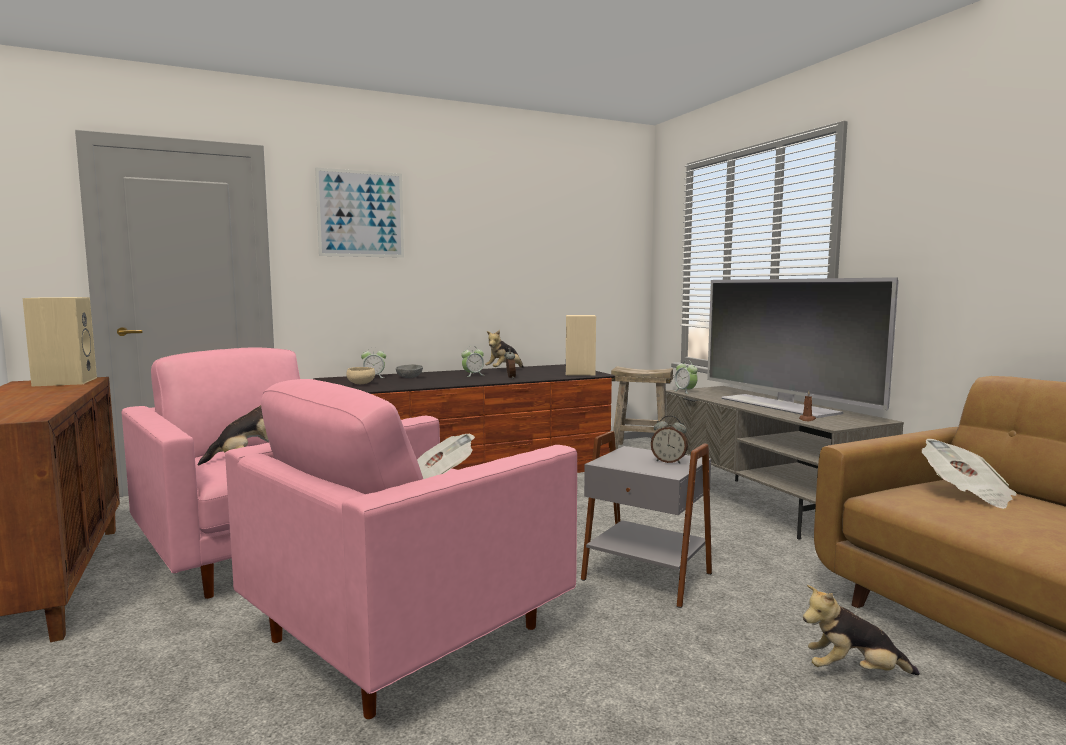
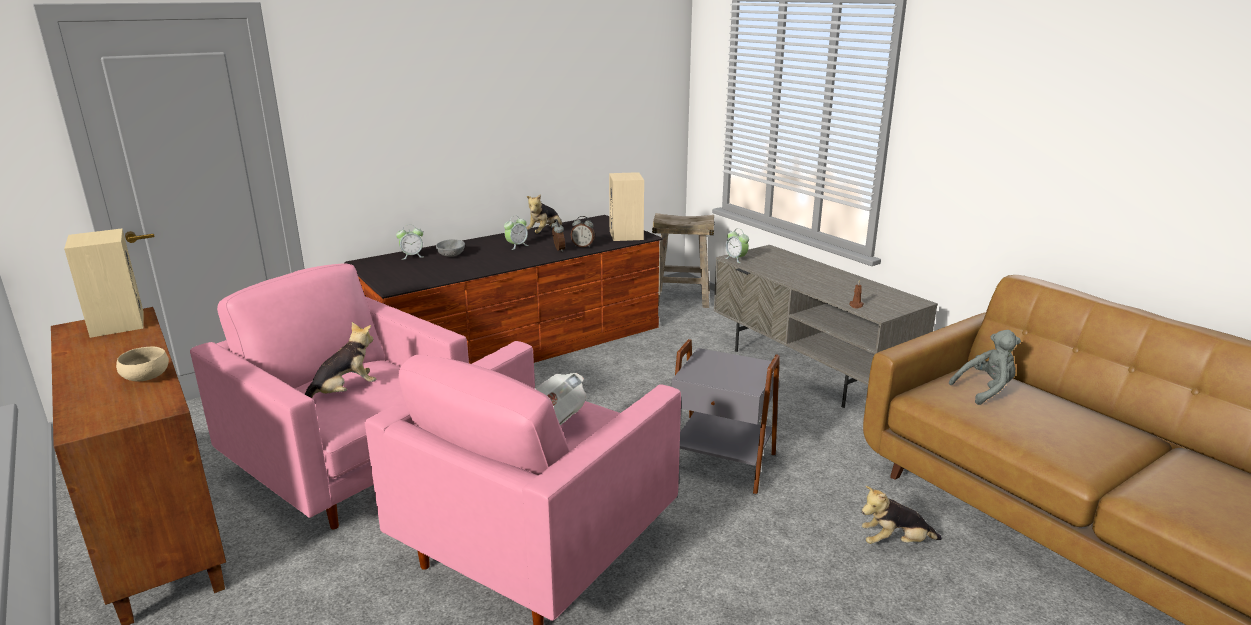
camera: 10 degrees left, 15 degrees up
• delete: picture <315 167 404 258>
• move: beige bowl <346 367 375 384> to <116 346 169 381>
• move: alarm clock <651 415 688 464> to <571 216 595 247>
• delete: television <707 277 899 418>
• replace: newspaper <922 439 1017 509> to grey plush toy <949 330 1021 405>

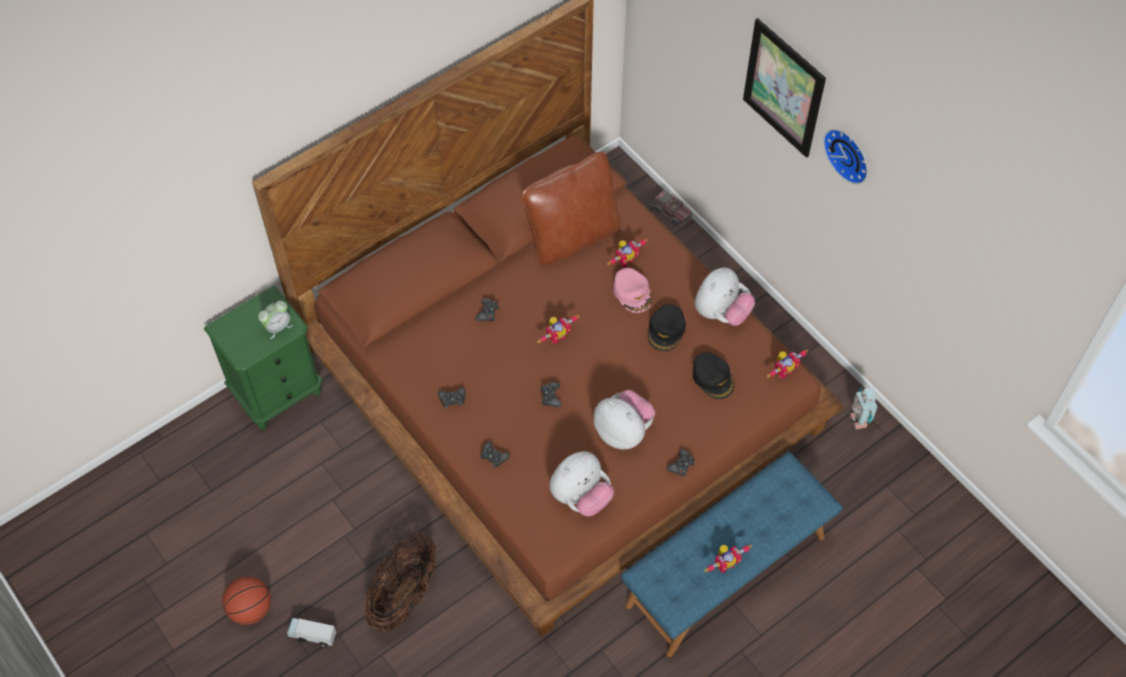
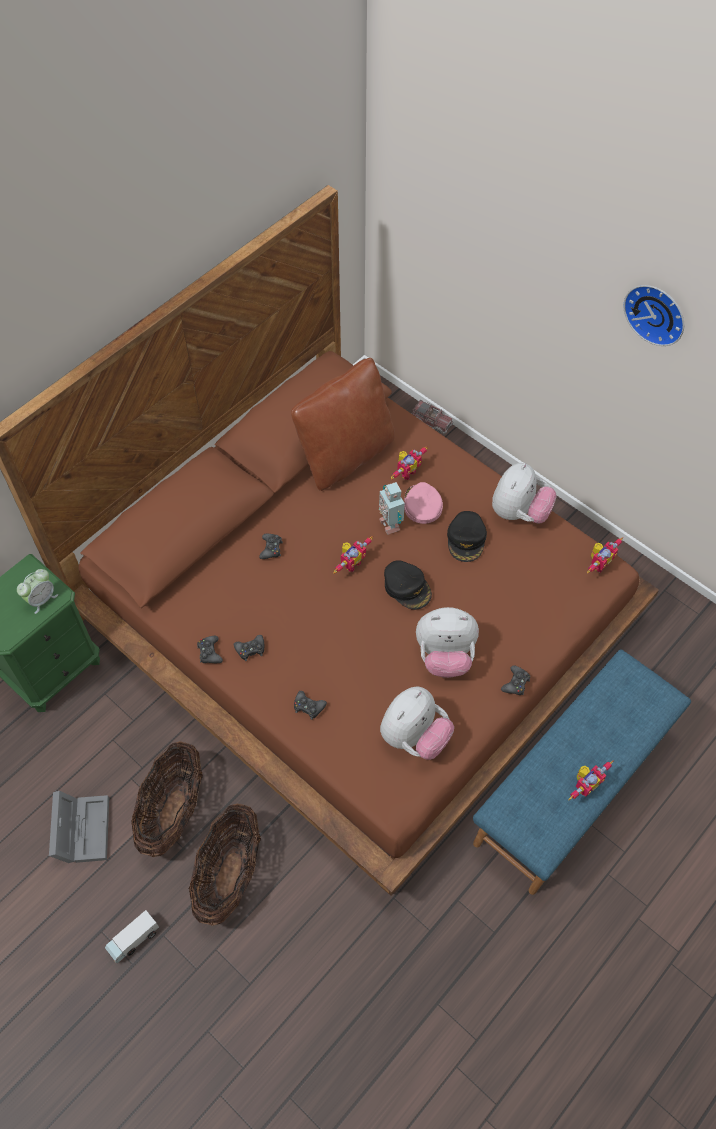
camera: 10 degrees left, 0 degrees up
• delete: basketball <222 576 271 625>
• rotate: toy truck <287 618 336 647> = <105 910 159 964> 45 degrees counterclockwise
• move: black game controller <541 382 562 407> to <197 636 223 663>
• rotate: plush toy <594 390 655 450> = <416 607 479 678> 150 degrees clockwise
• rotate: pink cap <613 268 652 313> = <404 482 443 524> 150 degrees counterclockwise
• move: black cap <693 352 734 399> to <384 560 432 610>
• delete: picture <743 18 826 158>
• move: toy robot <850 387 877 430> to <379 482 405 535>
• insert: grey storage box <49 791 109 863>
• insert: basket <131 741 203 857>

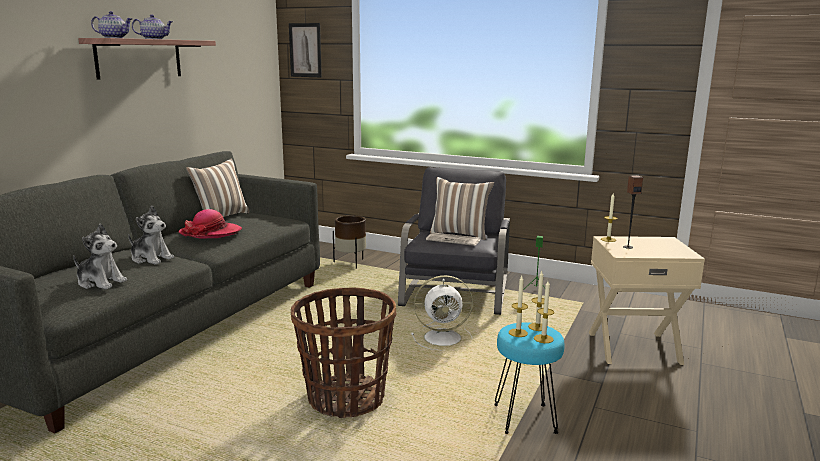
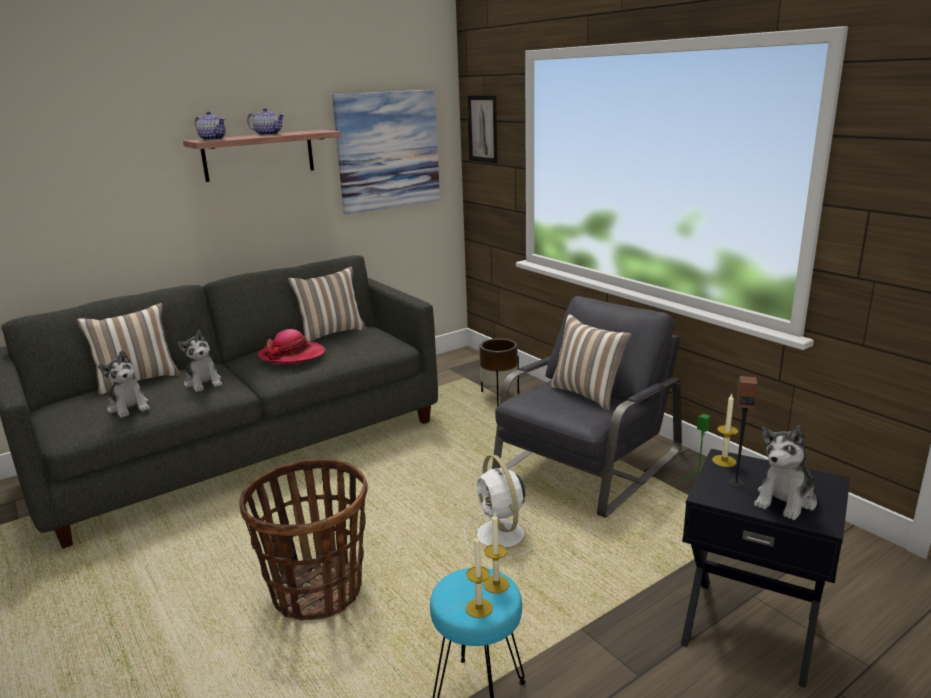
camera: 30 degrees right, 5 degrees up
• rotate: white fan <411 275 473 350> = <464 455 535 557> 45 degrees clockwise
• delete: newspaper <426 233 481 246>
• delete: candle <509 276 528 337>
• recolor: beige side table <589 236 705 365> to black side table <681 449 850 688>
• insert: pillow <77 303 180 395>
• insert: picture <332 89 440 215>
• insert: plush toy <754 426 817 520>

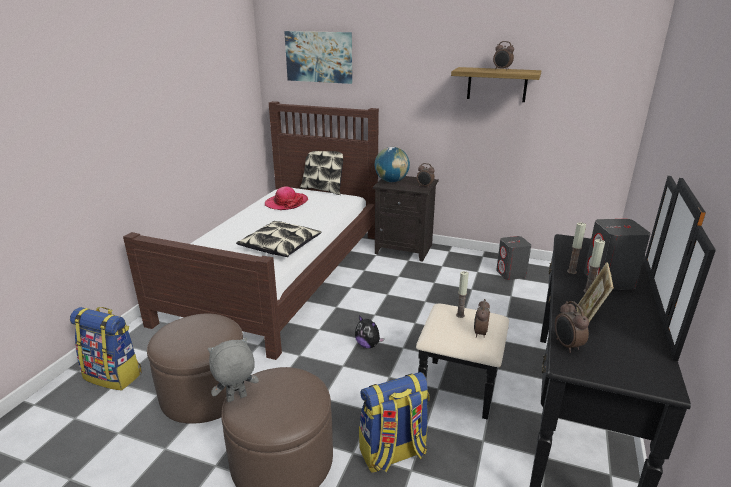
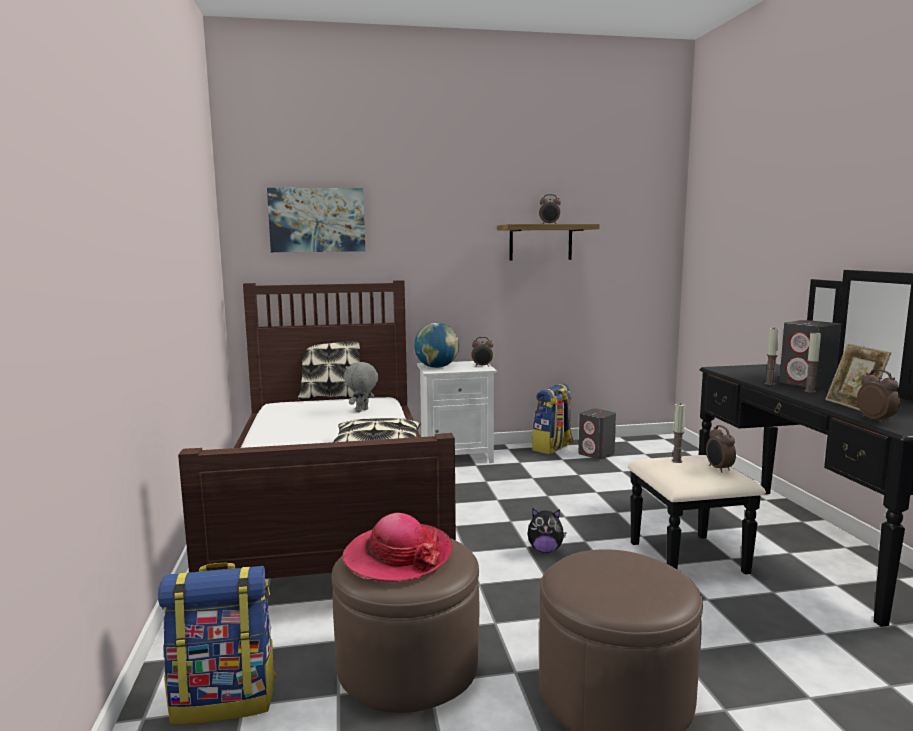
camera: 30 degrees left, 15 degrees down
• move: grey plush toy <208 337 259 402> to <344 362 378 412>
• move: hat <265 186 308 210> to <342 513 453 582>
• move: backpack <359 372 430 473> to <532 383 573 454>
• recolor: black nightstand <373 176 439 262> to white nightstand <417 361 497 463>
• rotate: alarm clock <555 301 589 353> = <857 369 900 423> 150 degrees counterclockwise

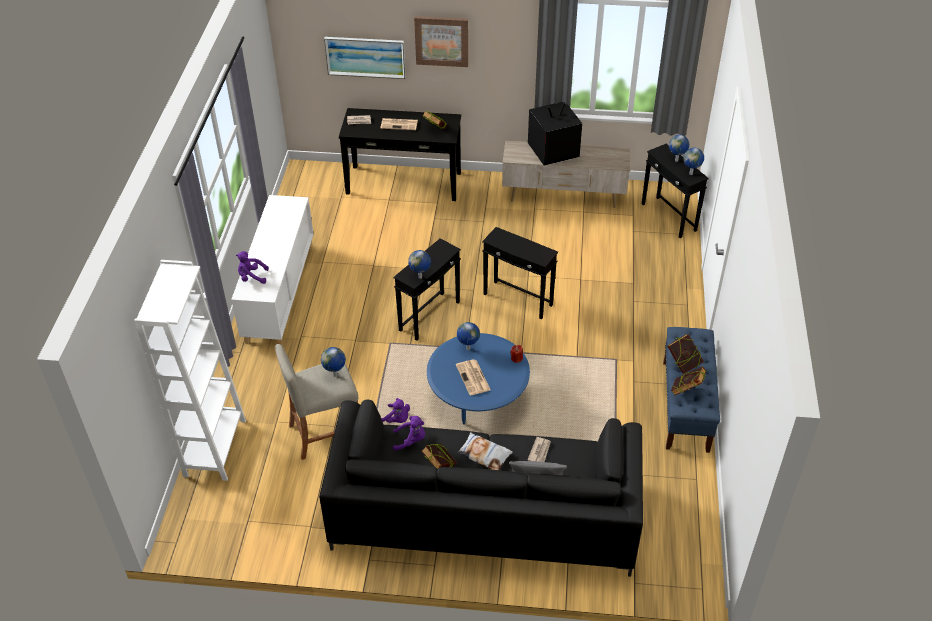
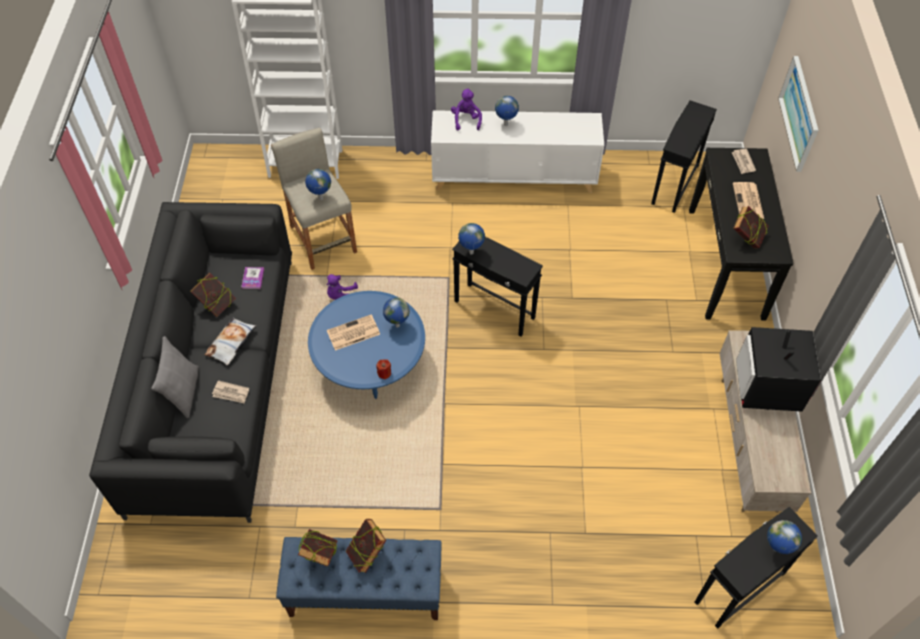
camera: 85 degrees right, 10 degrees up
• replace: purple plush toy <393 416 425 451> to book <241 267 264 289>
• delete: picture <414 16 468 67>
• move: black side table <482 227 558 319> to <651 100 717 213>
• rotate: television <528 102 582 166> = <736 327 821 412> 150 degrees counterclockwise
• move: globe <683 148 704 175> to <495 96 519 126>

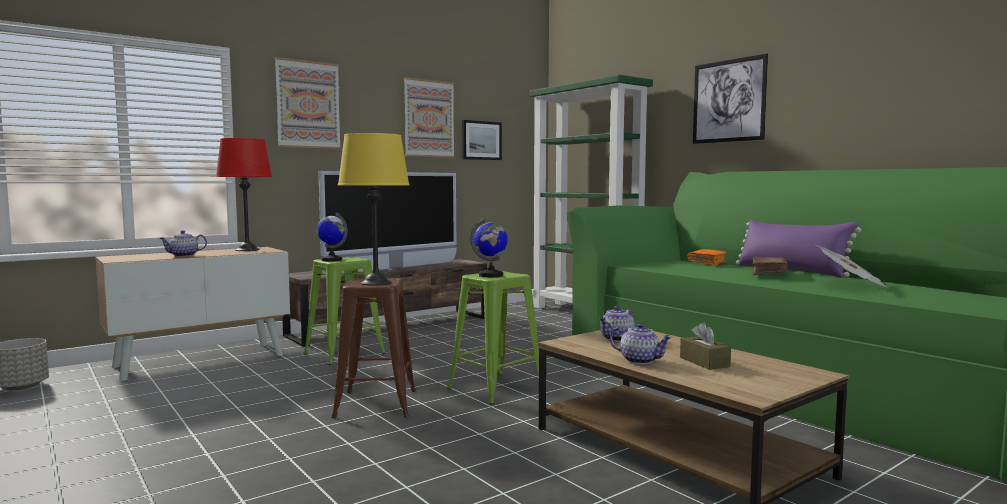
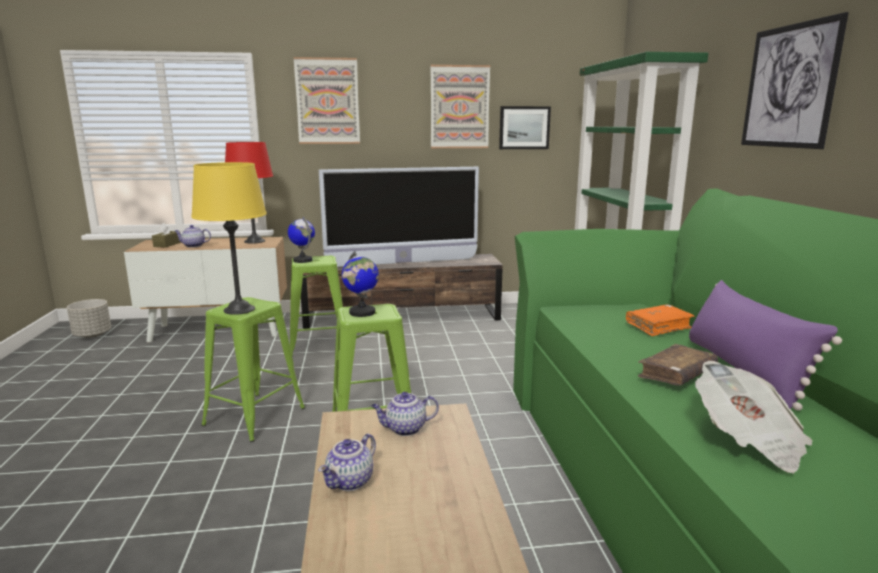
camera: 30 degrees right, 10 degrees up
• recolor: brown stool <331 278 416 418> to green stool <201 297 305 442>
• rotate: teapot <610 323 672 364> = <318 434 376 491> 60 degrees clockwise
• move: brown tissue box <680 322 731 370> to <152 223 181 248>

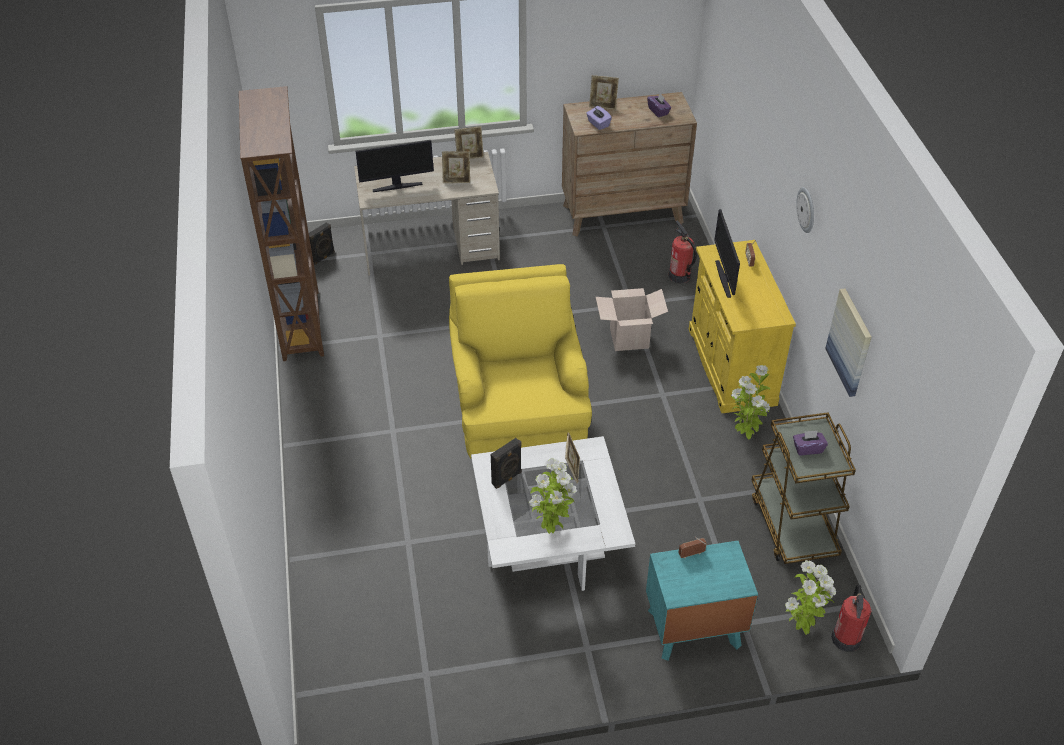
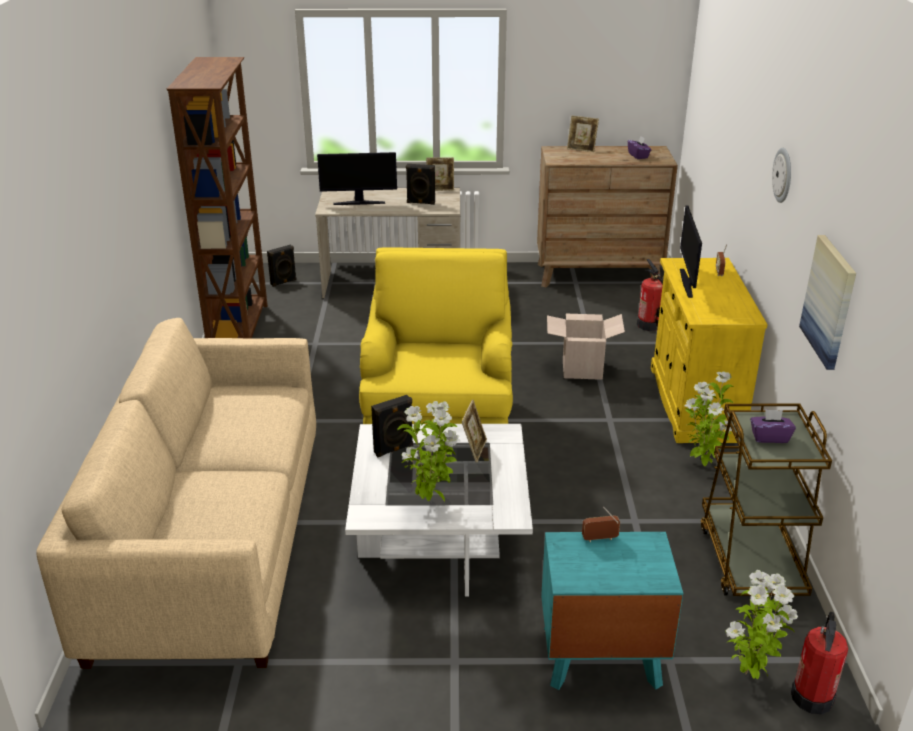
camera: 10 degrees right, 15 degrees down
• replace: picture frame <442 151 470 183> to black speaker <406 164 435 205>
• delete: purple tissue box <586 106 612 130>
• insert: beige sofa <36 318 316 669>

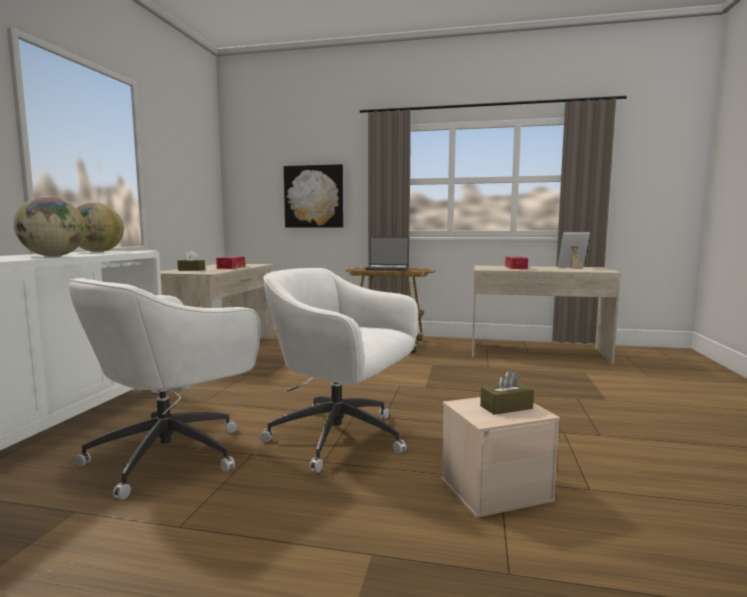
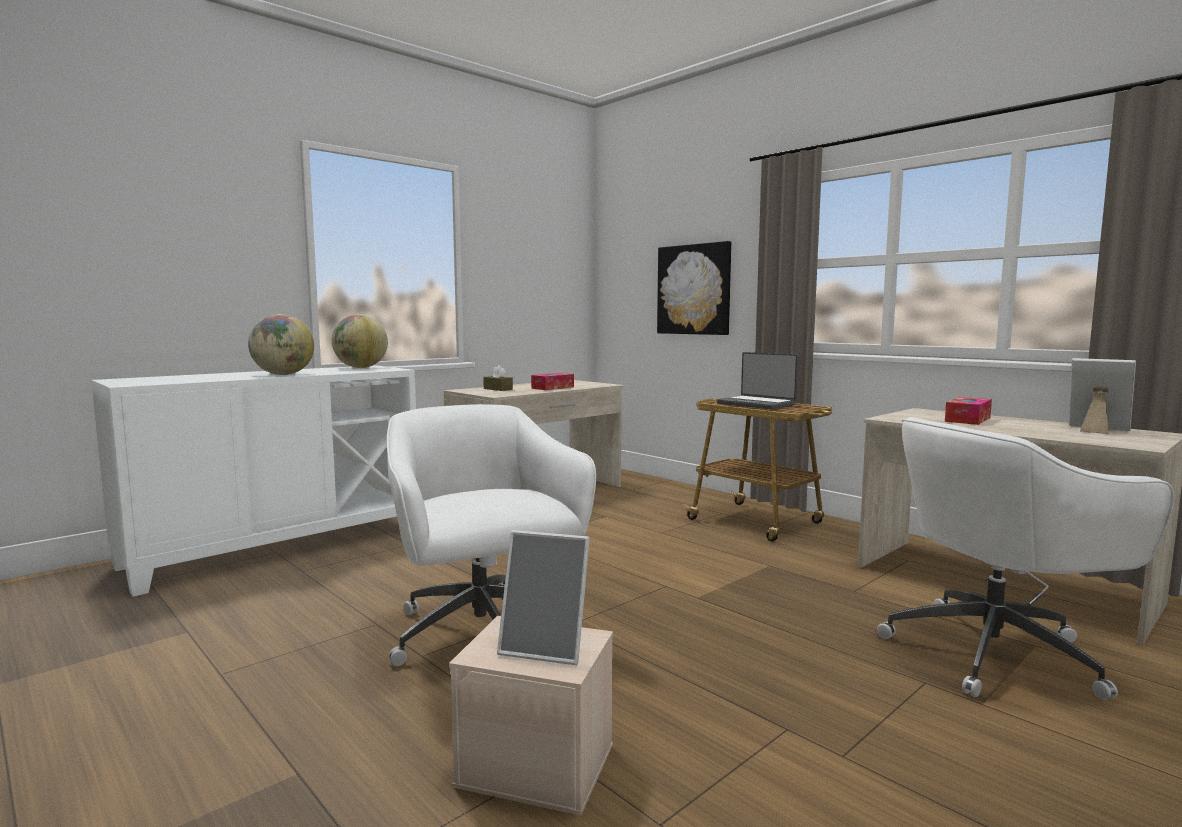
camera: 35 degrees right, 0 degrees up
• move: white office chair <69 278 260 500> to <877 417 1174 700>
• replace: brown tissue box <480 370 534 415> to picture frame <497 530 590 665>

